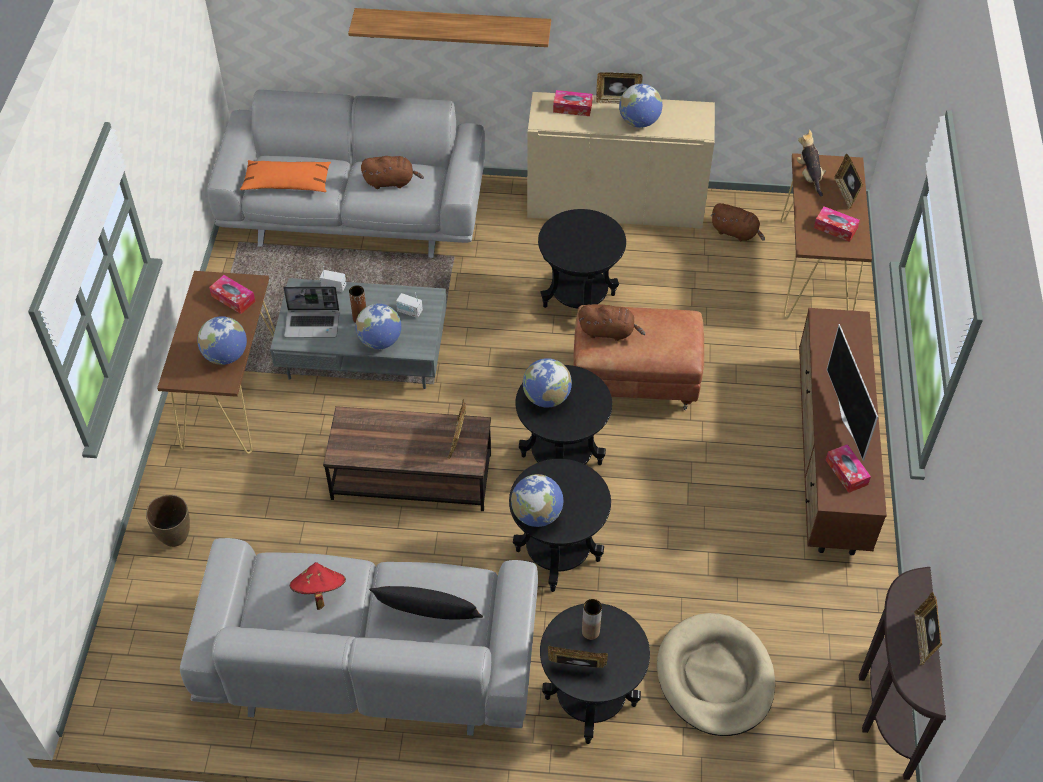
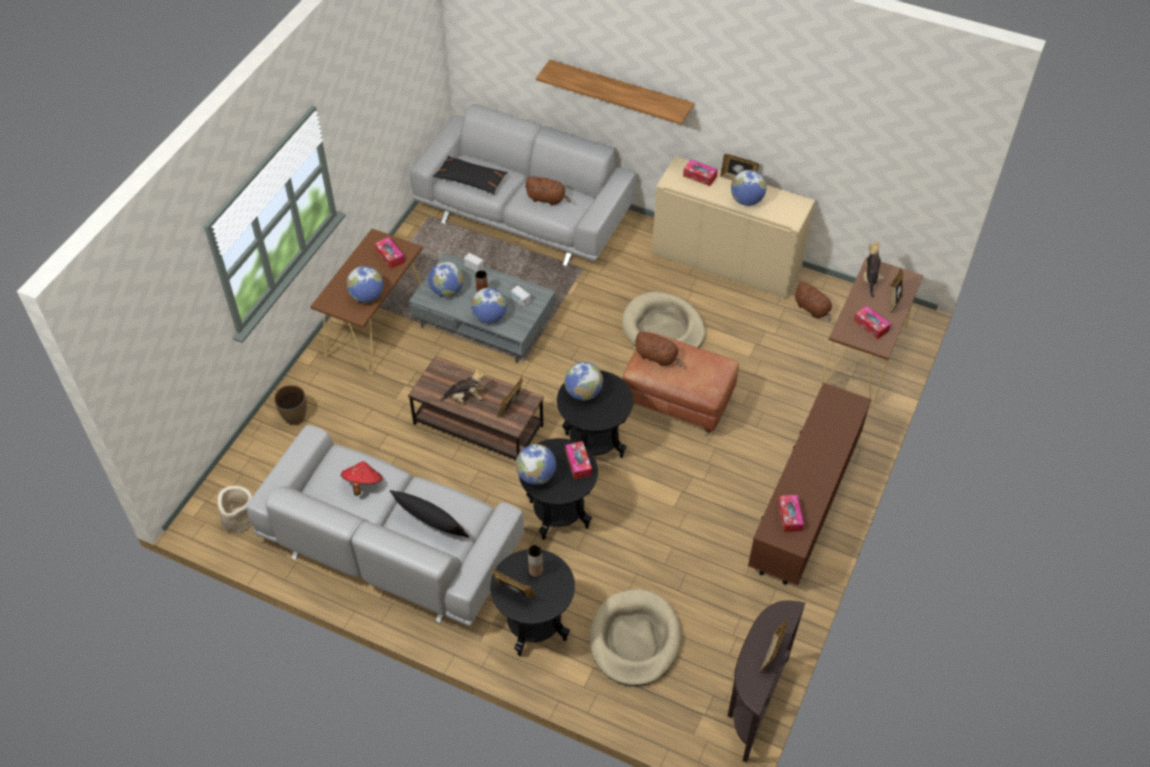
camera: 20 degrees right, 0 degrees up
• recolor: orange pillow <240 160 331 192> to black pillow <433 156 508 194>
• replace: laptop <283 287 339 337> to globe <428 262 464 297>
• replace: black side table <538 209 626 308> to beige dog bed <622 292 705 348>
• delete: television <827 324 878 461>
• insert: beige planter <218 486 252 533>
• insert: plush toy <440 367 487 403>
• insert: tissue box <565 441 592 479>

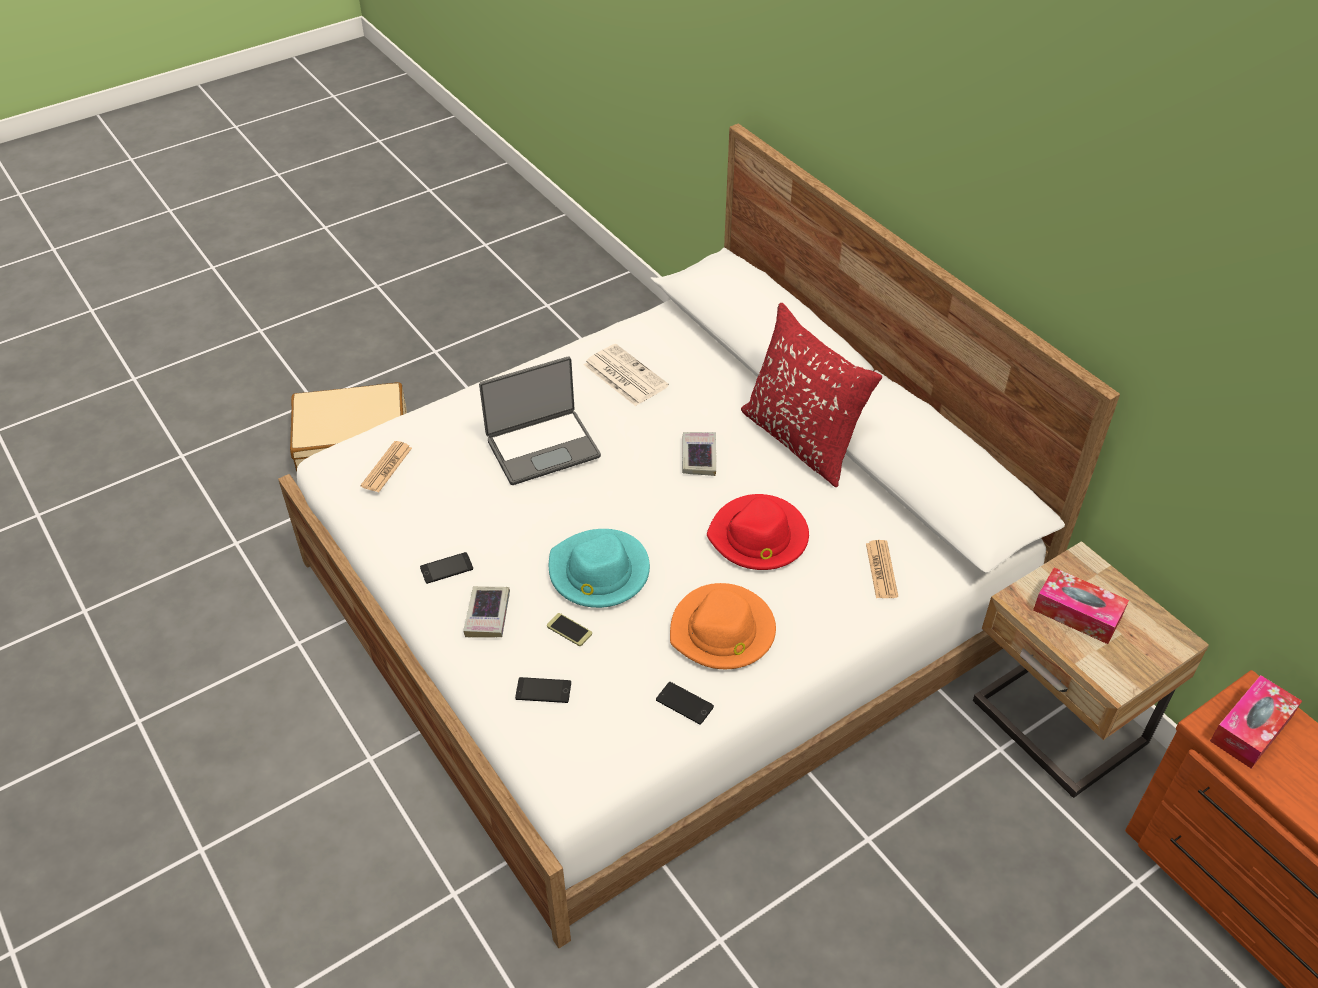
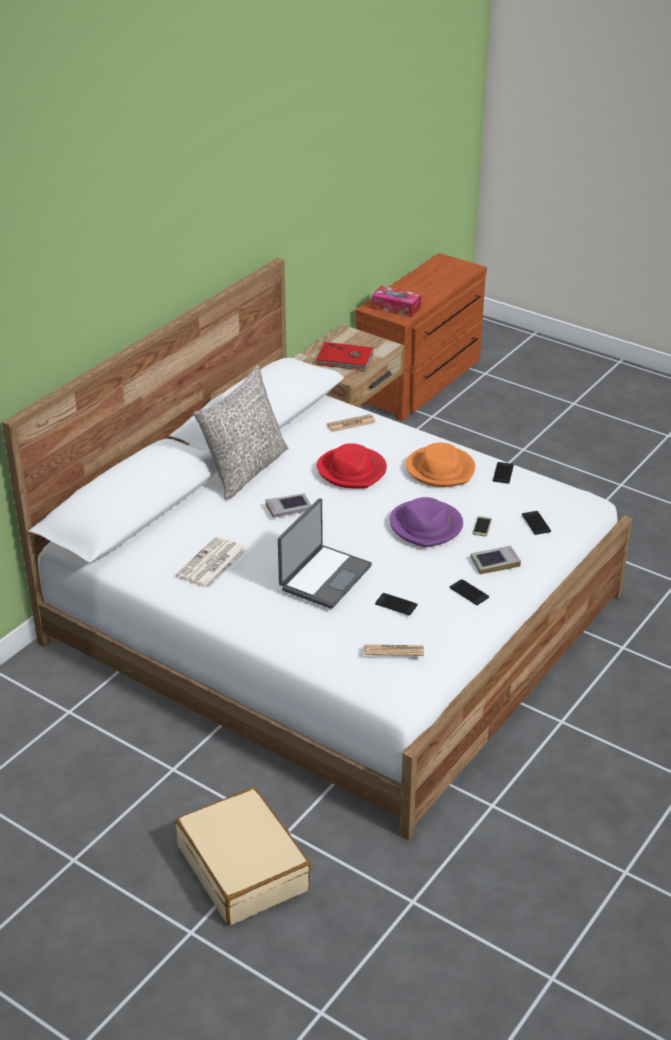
camera: 110 degrees left, 10 degrees down
• rotate: laptop <479 356 601 485> = <278 498 372 609> 75 degrees clockwise
• recolor: turquoise hat <549 529 650 608> to purple hat <389 497 463 547>
• recolor: red pillow <741 303 882 487> to grey pillow <193 365 288 500>
• replace: tissue box <1033 567 1129 644> to red book <315 342 374 371>
• insert: phone <375 593 417 615>

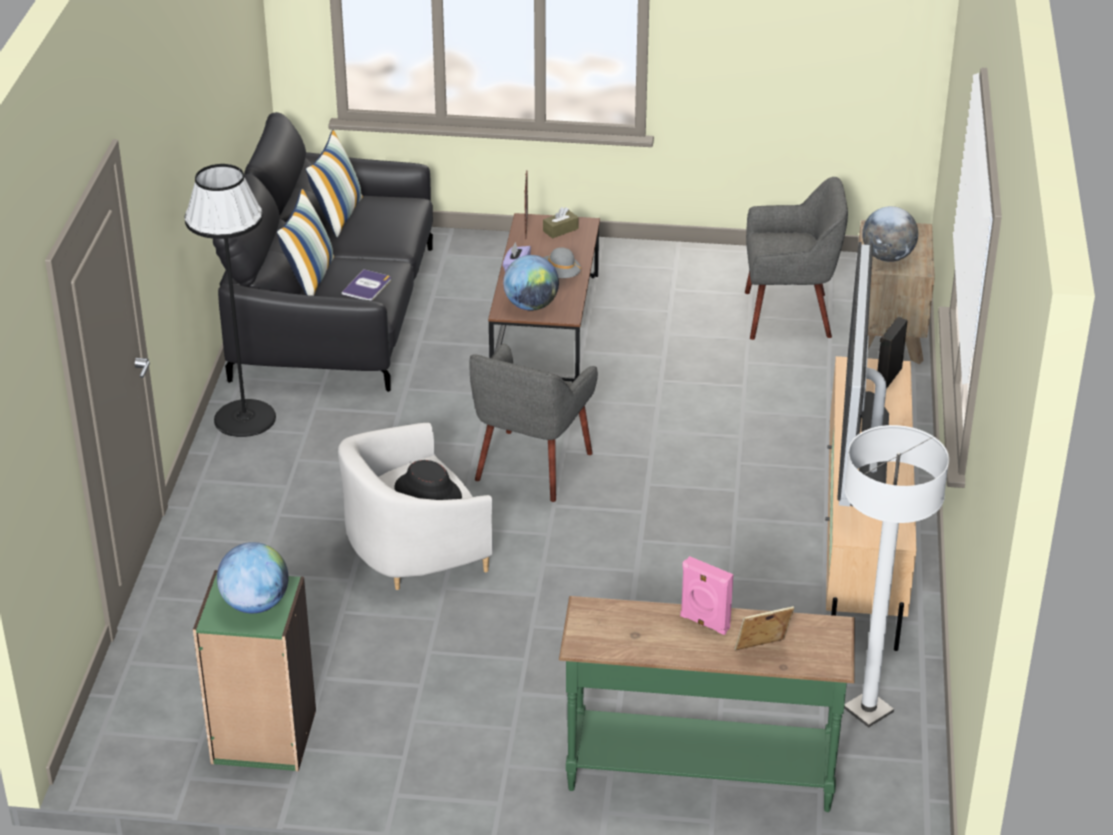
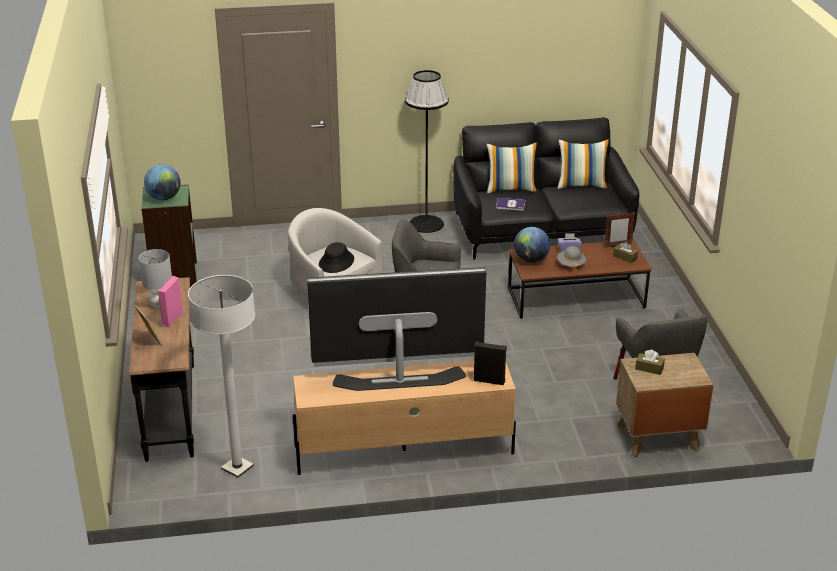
camera: 75 degrees right, 5 degrees down
• recolor: green console table <559 596 855 812> to black console table <129 277 194 462>
• replace: globe <862 206 918 262> to brown tissue box <635 350 665 375>
• insert: grey table lamp <139 249 172 308>

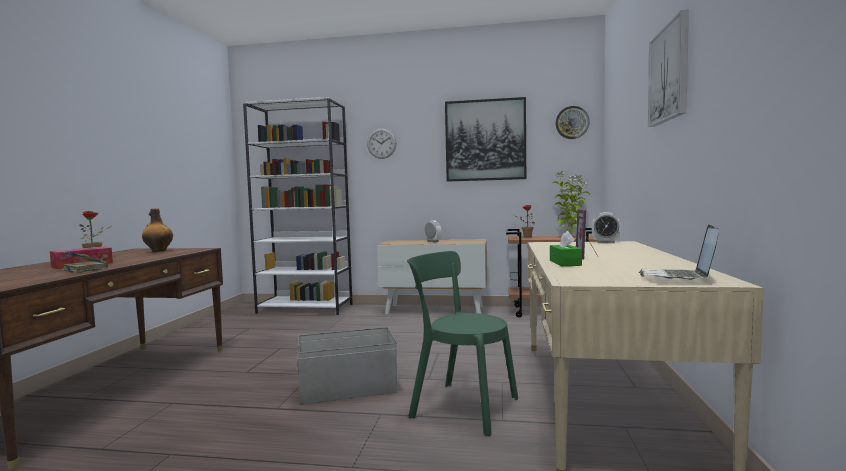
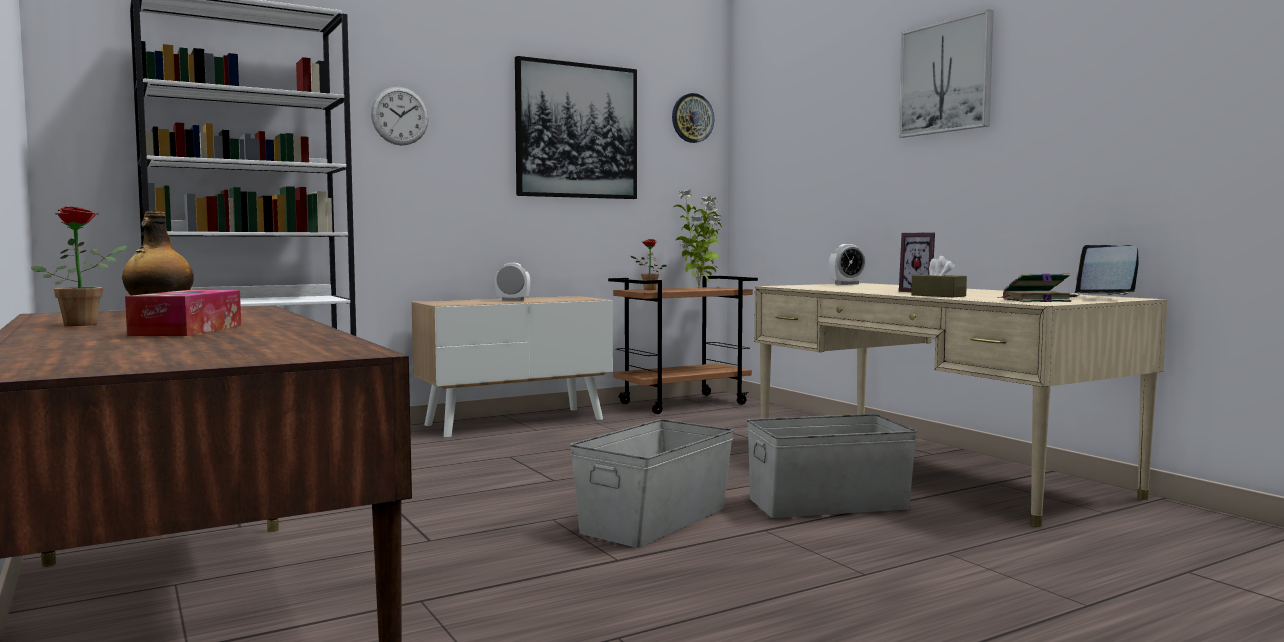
camera: 40 degrees left, 0 degrees up
• move: book <61 251 108 273> to <998 274 1071 302>
• replace: green chair <407 251 518 436> to grey storage box <747 414 917 518>
• recolor: green tissue box <550 231 582 266> to brown tissue box <911 256 967 297>

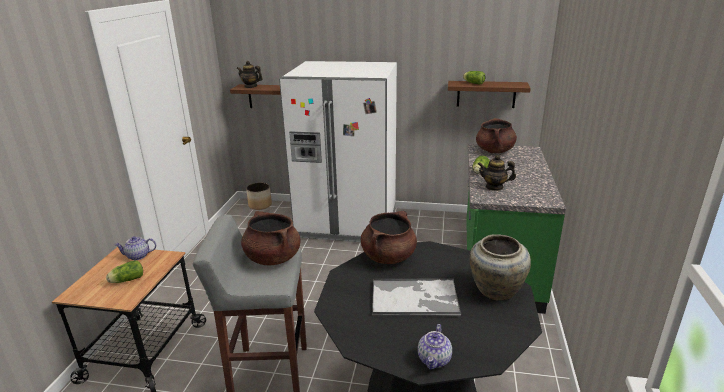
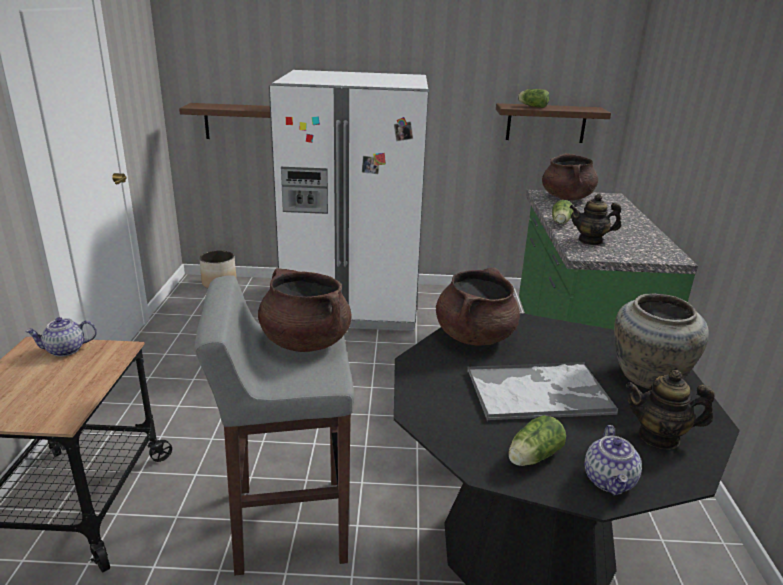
camera: 10 degrees left, 0 degrees up
• move: lettuce <106 260 143 283> to <508 415 566 466>
• move: teapot <237 61 263 88> to <626 370 715 450>

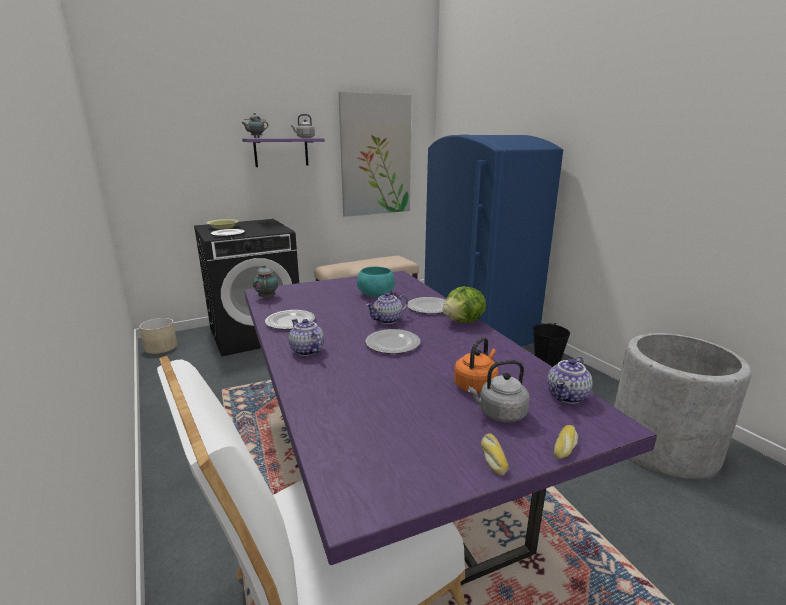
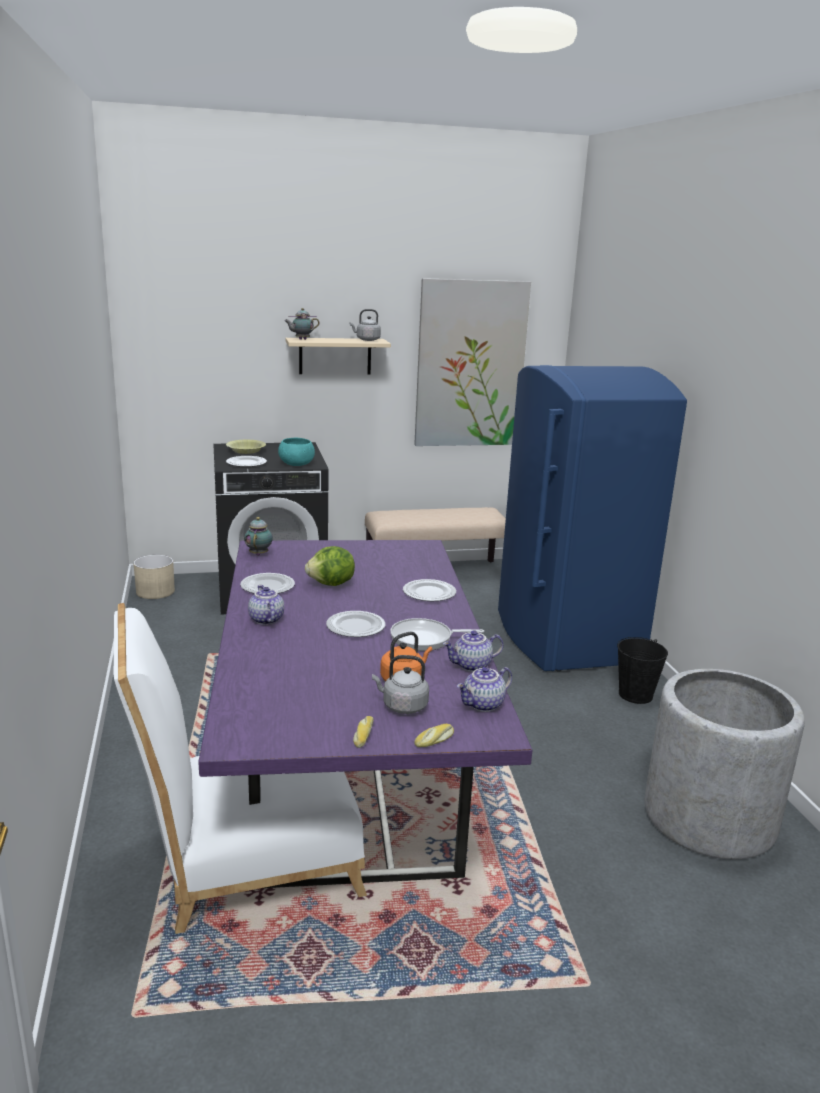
camera: 15 degrees right, 0 degrees up
• recolor: purple shelf <242 138 325 167> to beige shelf <286 338 391 374>
• move: turquoise bowl <357 266 395 297> to <278 438 315 466>
• move: teapot <366 293 408 324> to <443 630 504 672>
• move: lettuce <442 286 486 323> to <305 546 355 586>
• insert: frying pan <390 618 484 651>

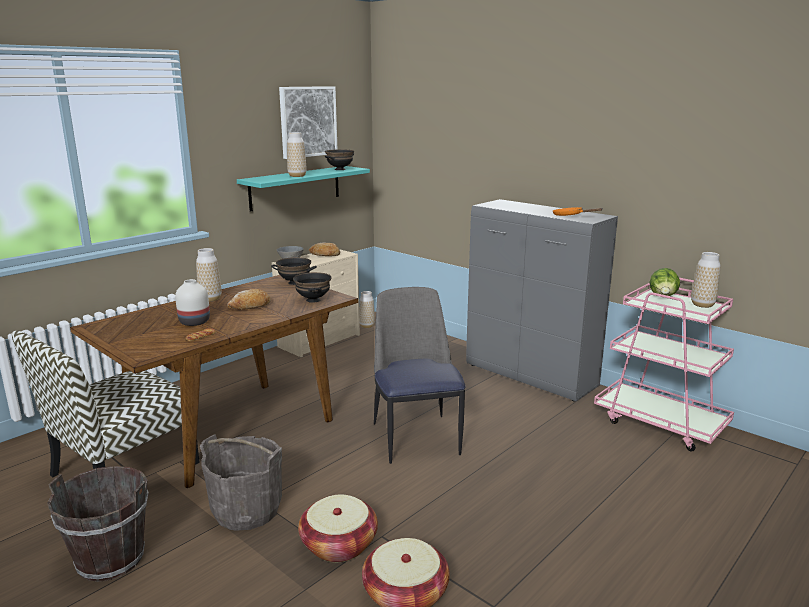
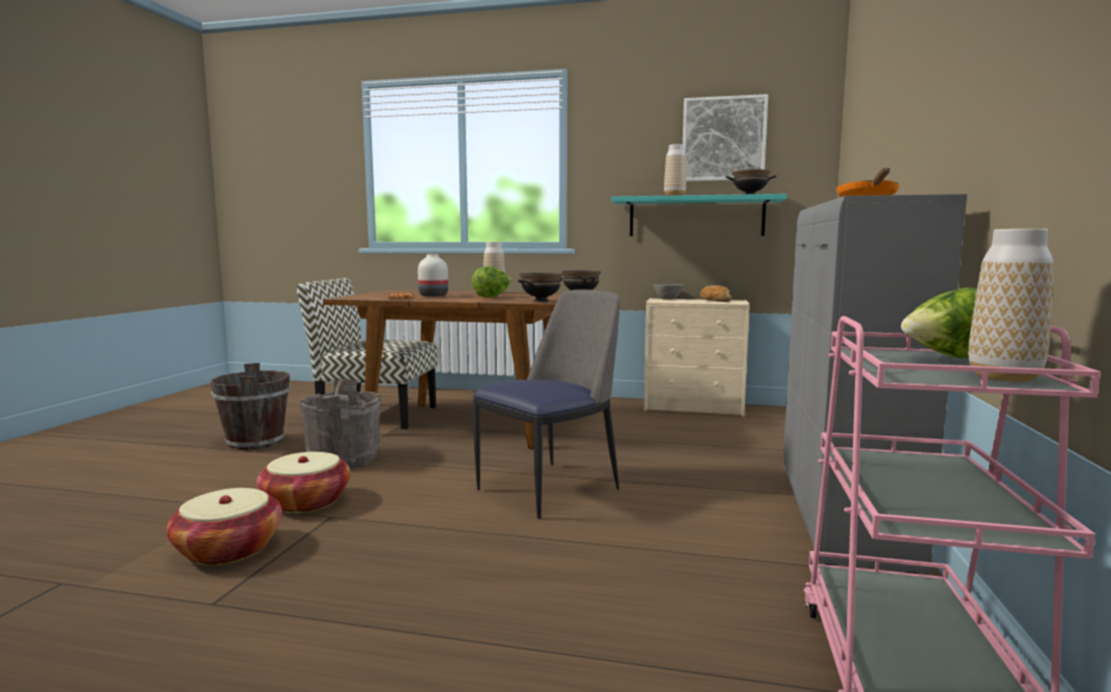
camera: 60 degrees right, 10 degrees down
• replace: bread <227 289 271 310> to lettuce <471 266 512 297>
• delete: vase <359 291 375 328>

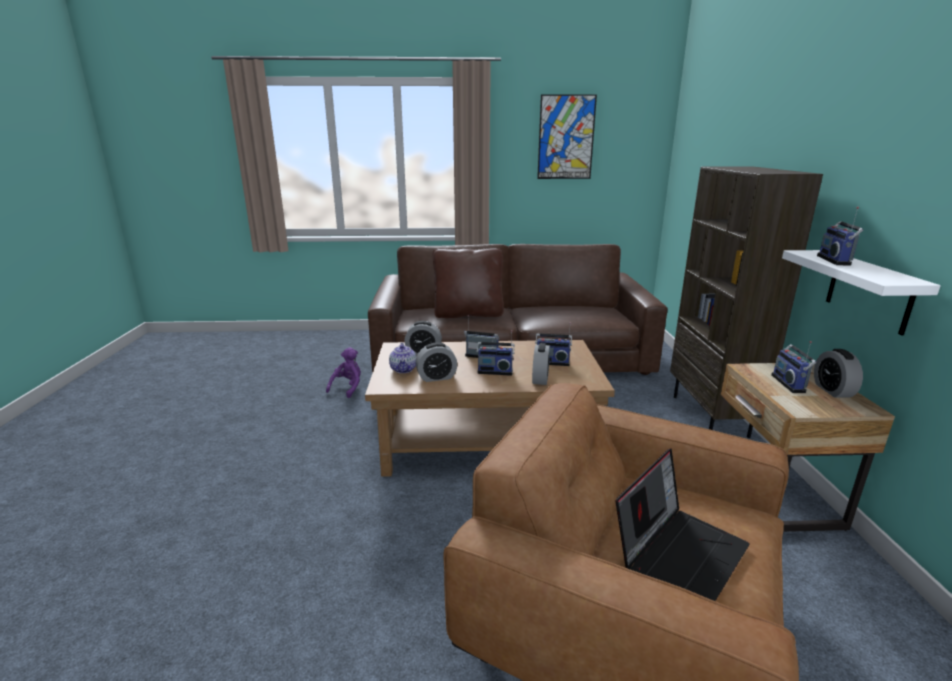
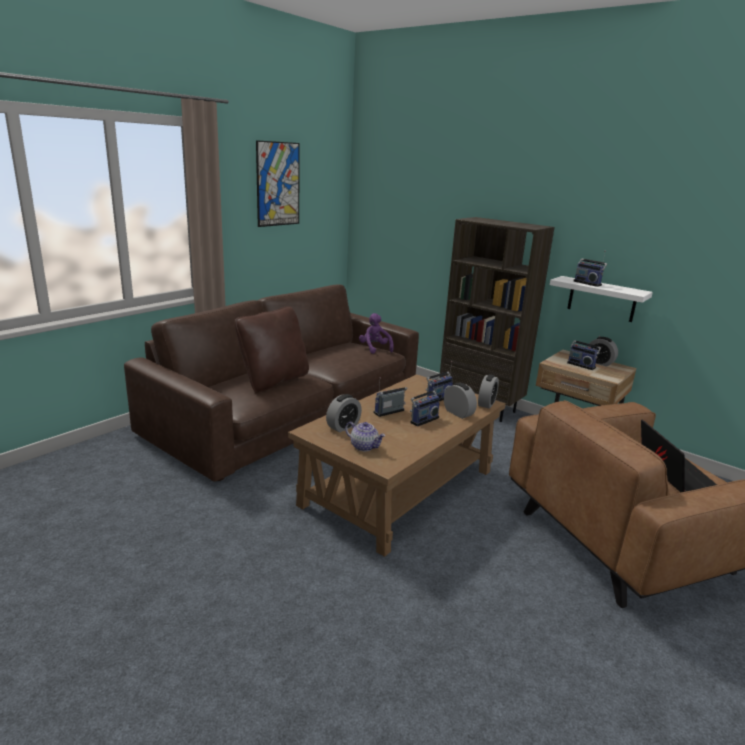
camera: 50 degrees left, 0 degrees up
• move: purple plush toy <326 347 361 398> to <359 313 394 354>
• move: alarm clock <416 342 457 382> to <478 374 499 409>

